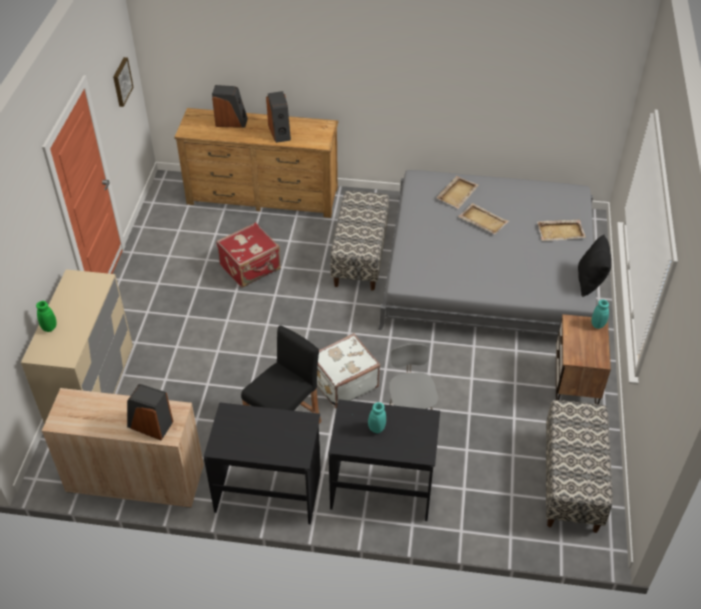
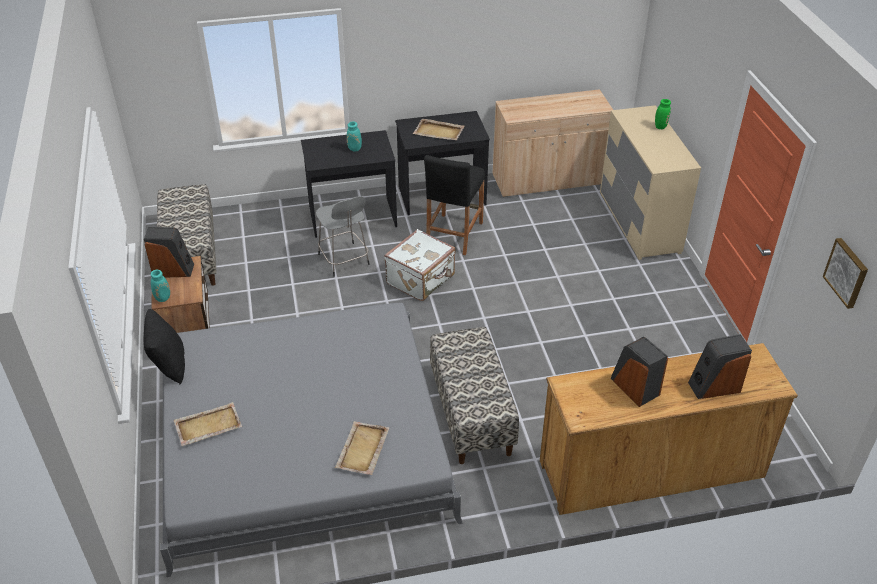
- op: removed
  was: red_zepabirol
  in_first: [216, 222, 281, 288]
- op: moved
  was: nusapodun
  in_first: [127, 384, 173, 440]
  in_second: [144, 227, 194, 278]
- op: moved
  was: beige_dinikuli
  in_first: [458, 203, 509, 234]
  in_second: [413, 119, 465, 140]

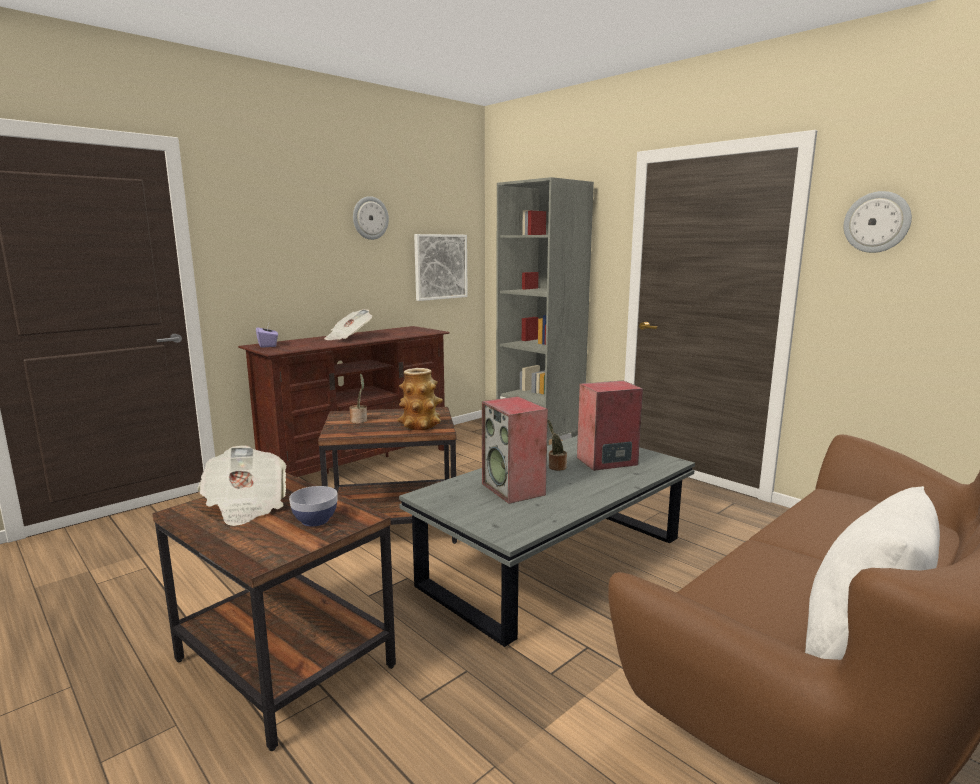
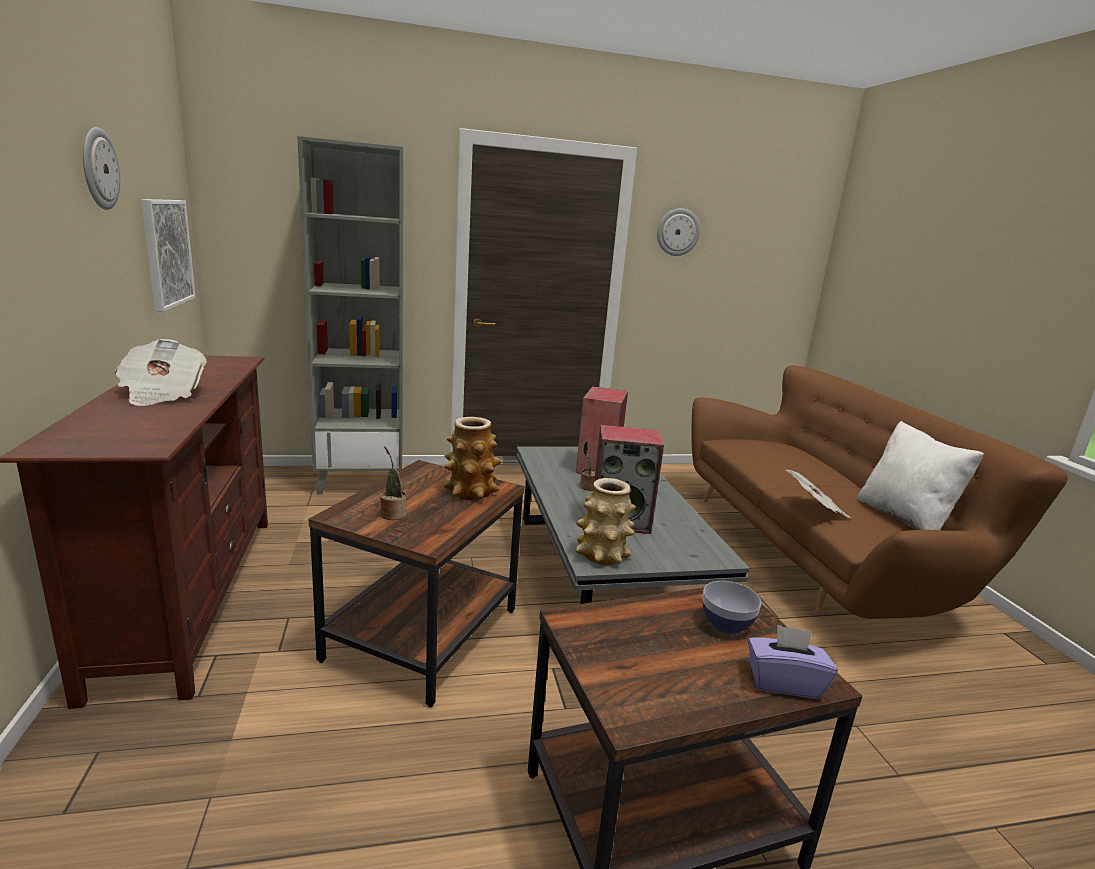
- op: added
  now: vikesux
  in_second: [576, 478, 636, 565]
- op: moved
  was: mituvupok
  in_first: [197, 446, 286, 526]
  in_second: [785, 469, 851, 518]
- op: moved
  was: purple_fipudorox
  in_first: [256, 324, 278, 348]
  in_second: [748, 625, 838, 699]

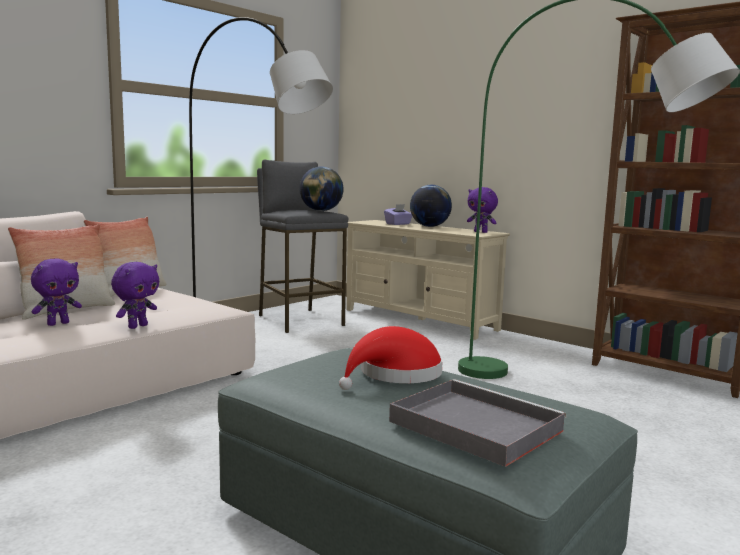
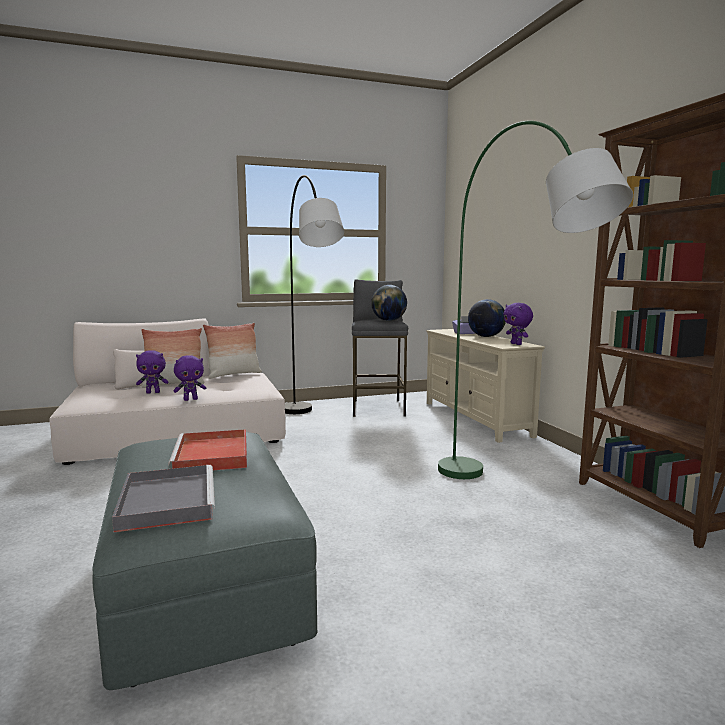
- op: replaced
  was: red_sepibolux
  now: red_dinikuli
  in_first: [339, 326, 443, 390]
  in_second: [168, 429, 247, 470]

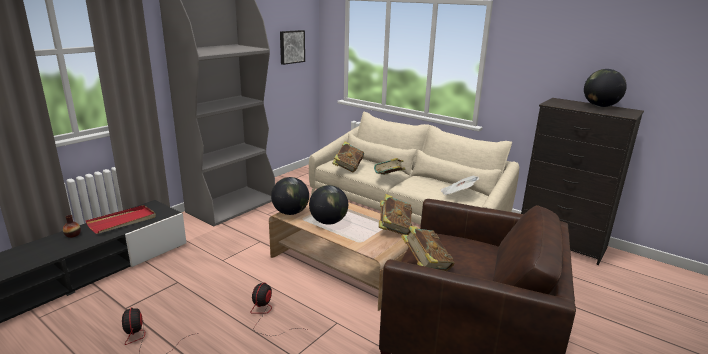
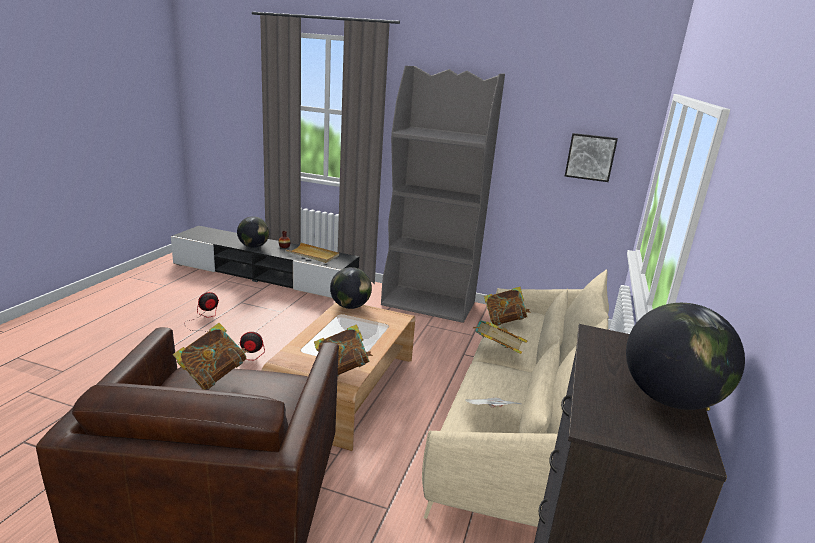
- op: moved
  was: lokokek
  in_first: [309, 185, 348, 225]
  in_second: [237, 216, 270, 248]
- op: recoloured
  was: red_dinikuli
  now: beige_dinikuli
  in_first: [86, 205, 156, 234]
  in_second: [286, 243, 339, 263]

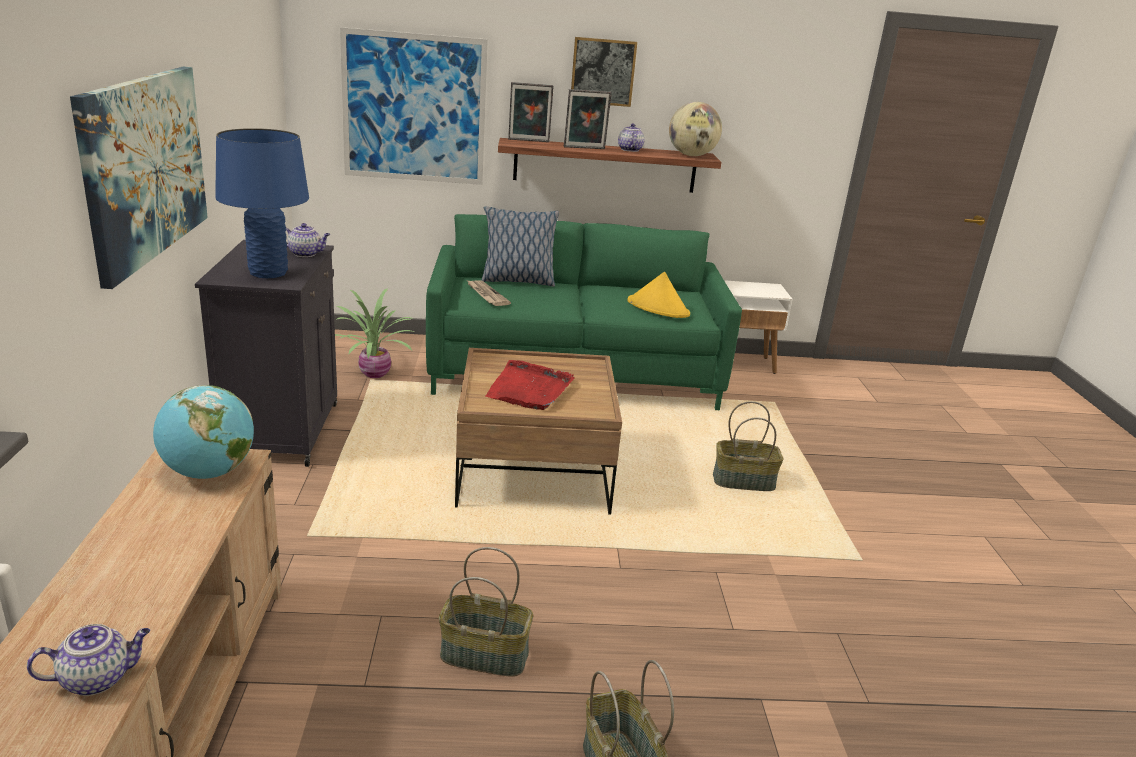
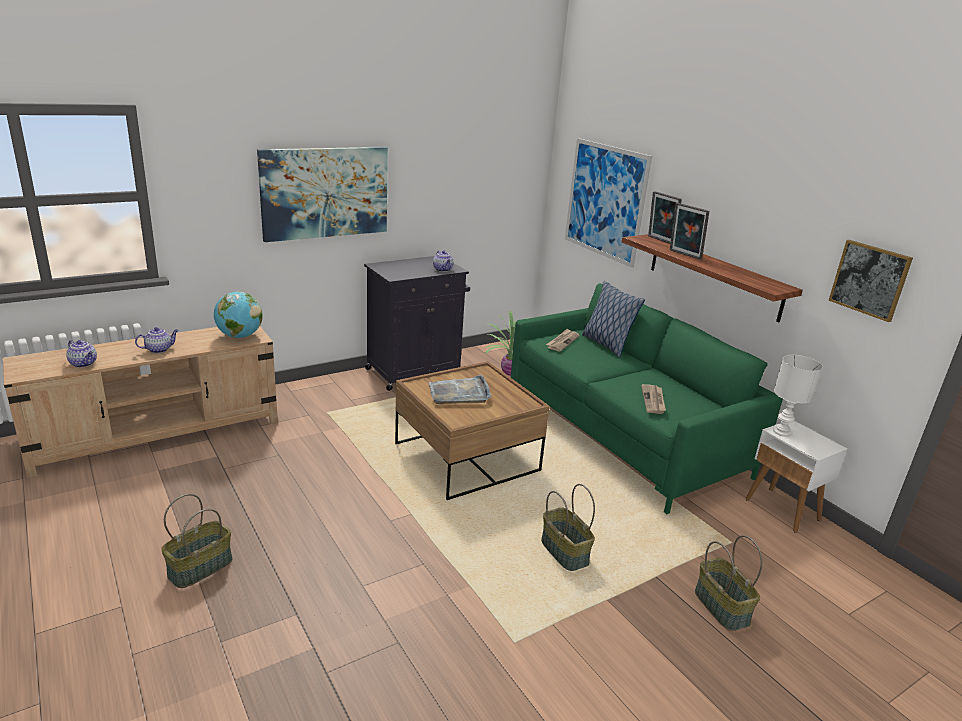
- op: removed
  was: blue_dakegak
  in_first: [215, 128, 309, 278]
- op: removed
  was: lokokek
  in_first: [669, 102, 722, 156]
- op: added
  now: white_dakegak
  in_second: [773, 355, 823, 437]
- op: moved
  was: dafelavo
  in_first: [439, 547, 533, 677]
  in_second: [695, 535, 763, 631]
- op: moved
  was: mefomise
  in_first: [571, 37, 637, 107]
  in_second: [829, 240, 913, 322]
- op: moved
  was: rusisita
  in_first: [618, 124, 645, 152]
  in_second: [135, 327, 179, 353]
- op: replaced
  was: yellow_sepibolux
  now: mituvupok
  in_first: [627, 272, 690, 318]
  in_second: [641, 384, 666, 414]
- op: recoloured
  was: red_dinikuli
  now: grey_dinikuli
  in_first: [485, 360, 575, 410]
  in_second: [428, 375, 491, 404]

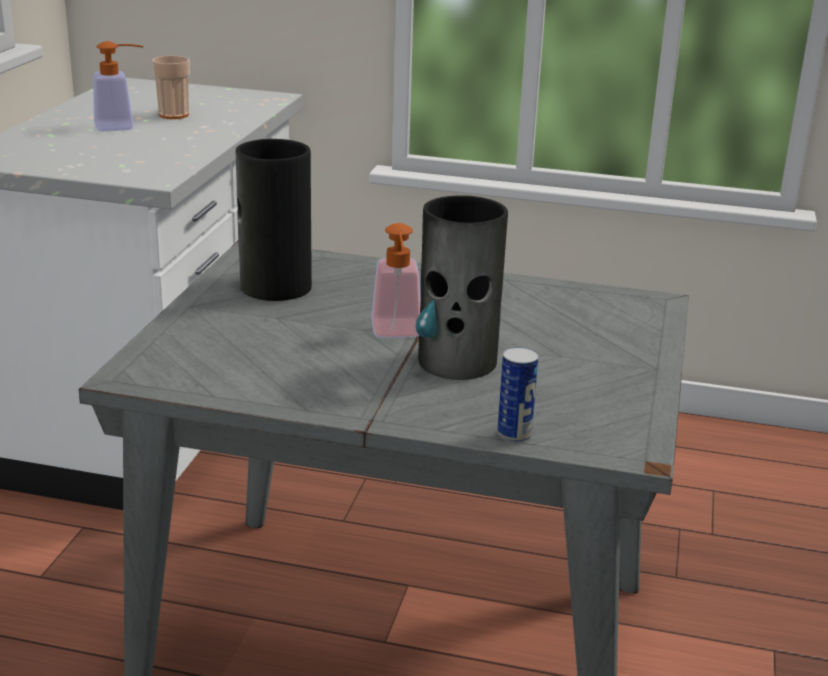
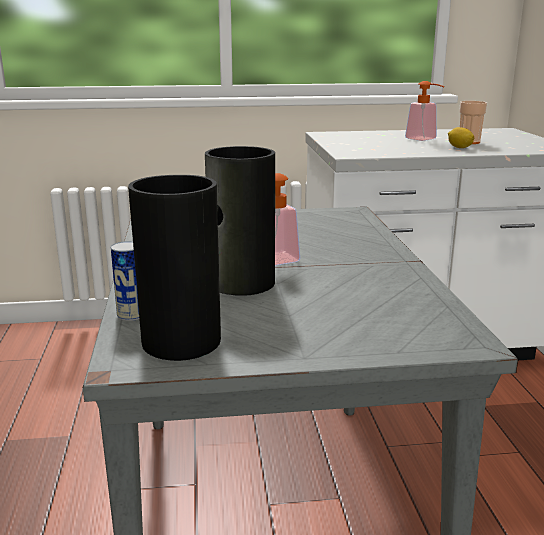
- op: added
  now: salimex
  in_second: [448, 127, 474, 148]
- op: moved
  was: vikesux
  in_first: [236, 139, 312, 301]
  in_second: [128, 175, 221, 361]

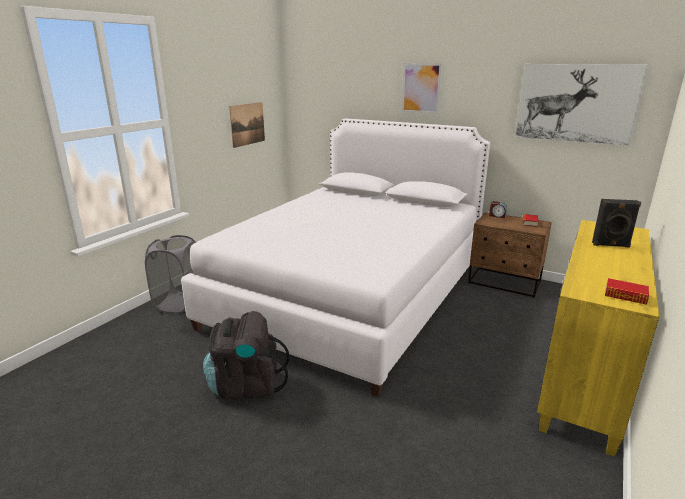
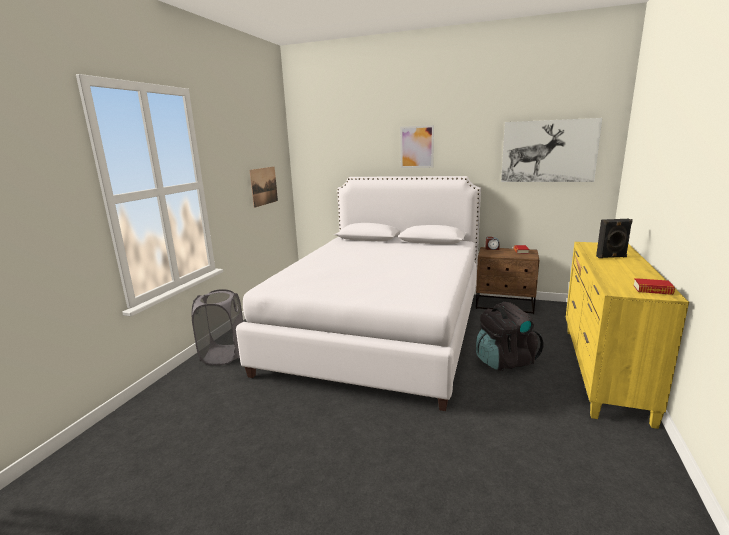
- op: moved
  was: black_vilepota
  in_first: [203, 311, 289, 400]
  in_second: [476, 302, 544, 371]

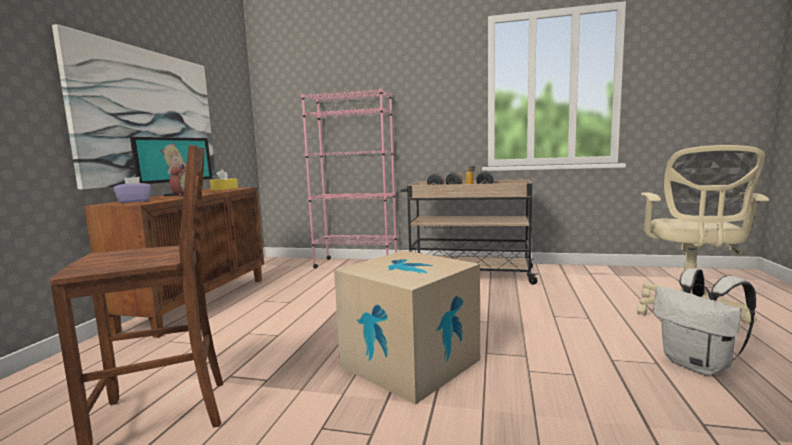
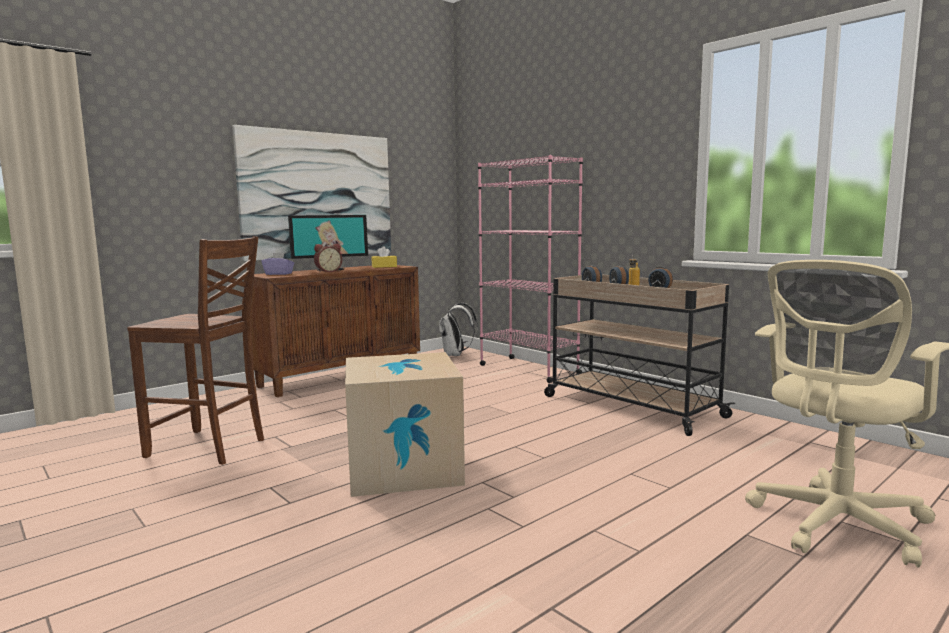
- op: moved
  was: white_vilepota
  in_first: [653, 268, 756, 376]
  in_second: [439, 303, 478, 356]

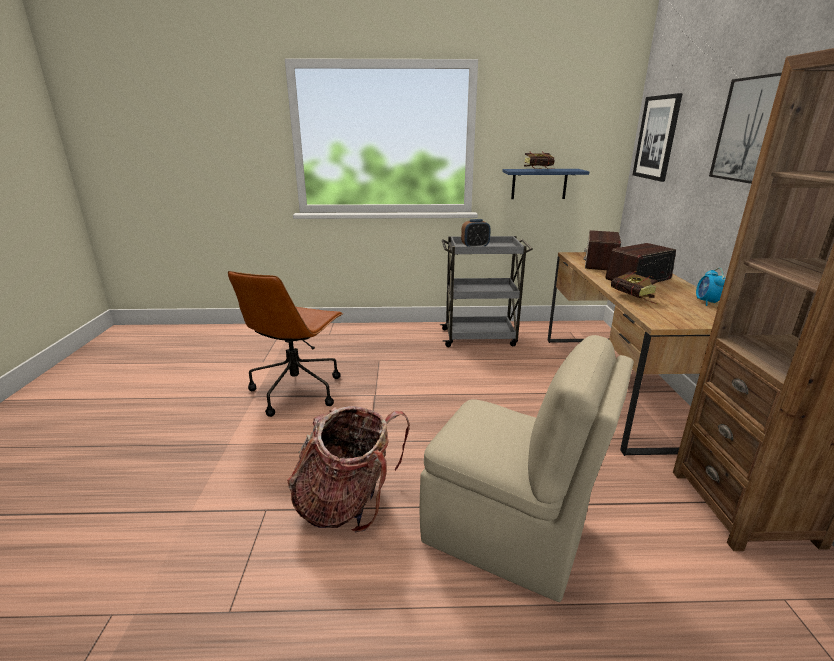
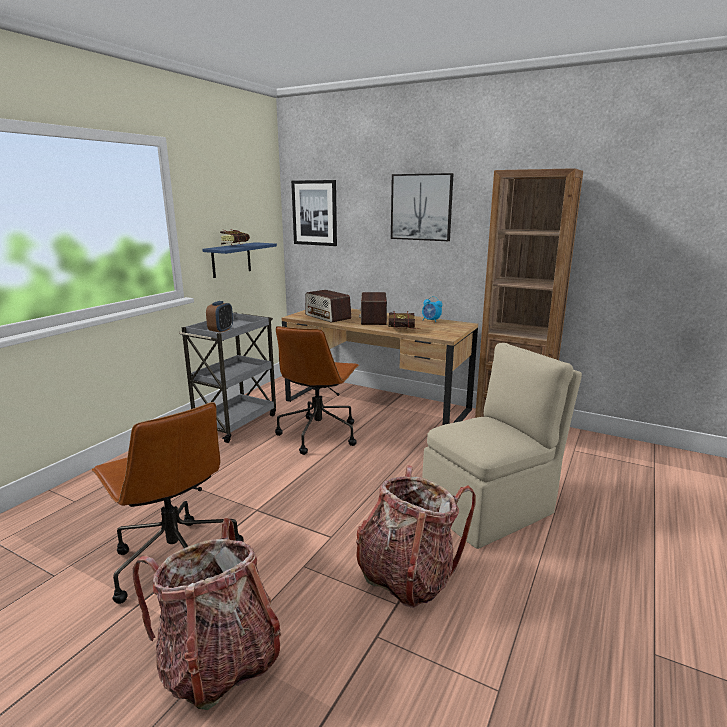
- op: added
  now: vilepota
  in_second: [133, 518, 281, 710]
- op: added
  now: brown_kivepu
  in_second: [275, 326, 359, 455]

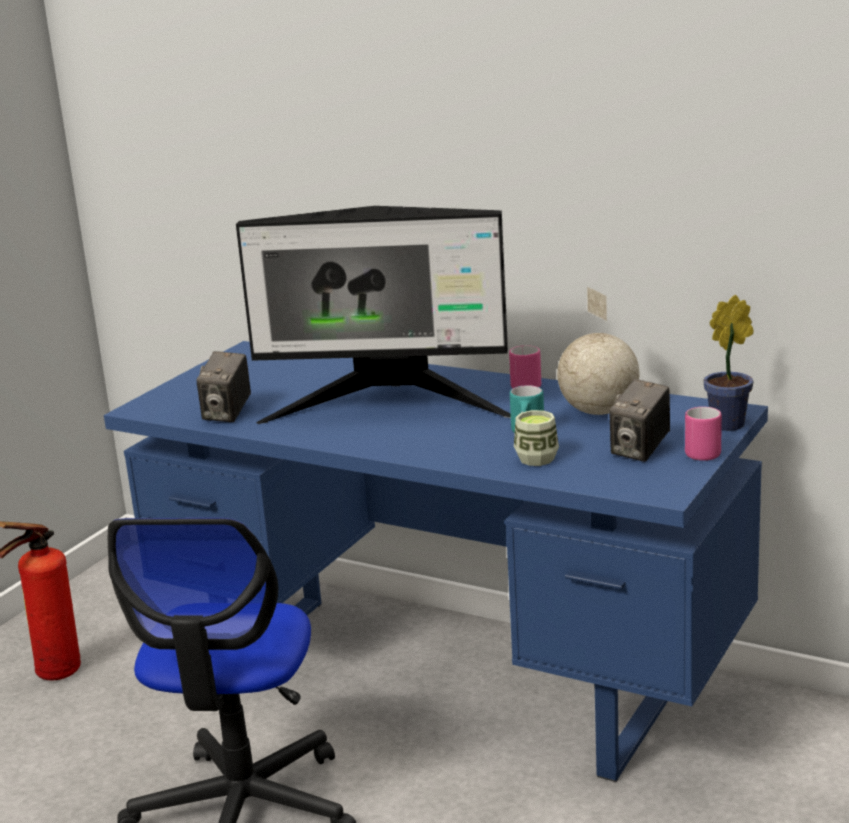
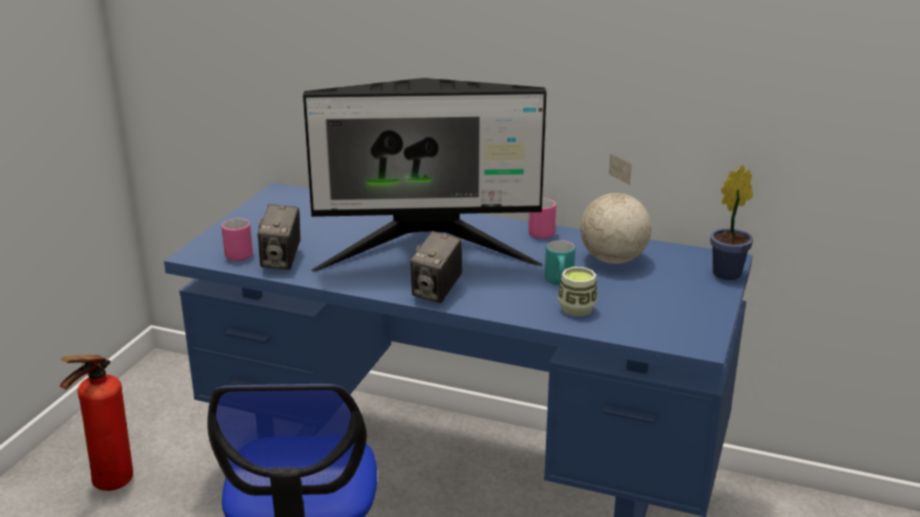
- op: moved
  was: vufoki
  in_first: [609, 379, 670, 462]
  in_second: [410, 231, 462, 303]
- op: moved
  was: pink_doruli
  in_first: [685, 407, 722, 461]
  in_second: [221, 218, 253, 261]

